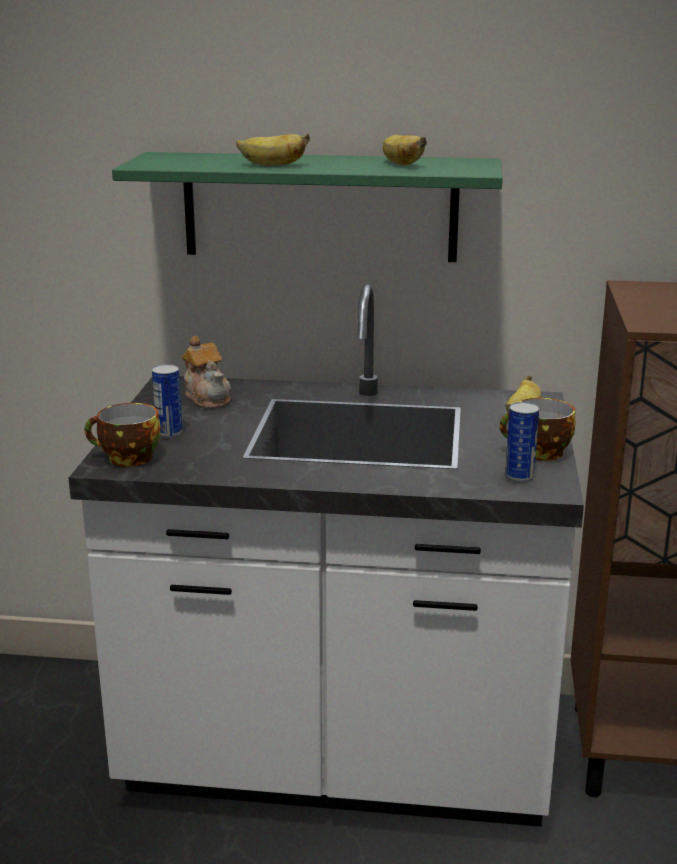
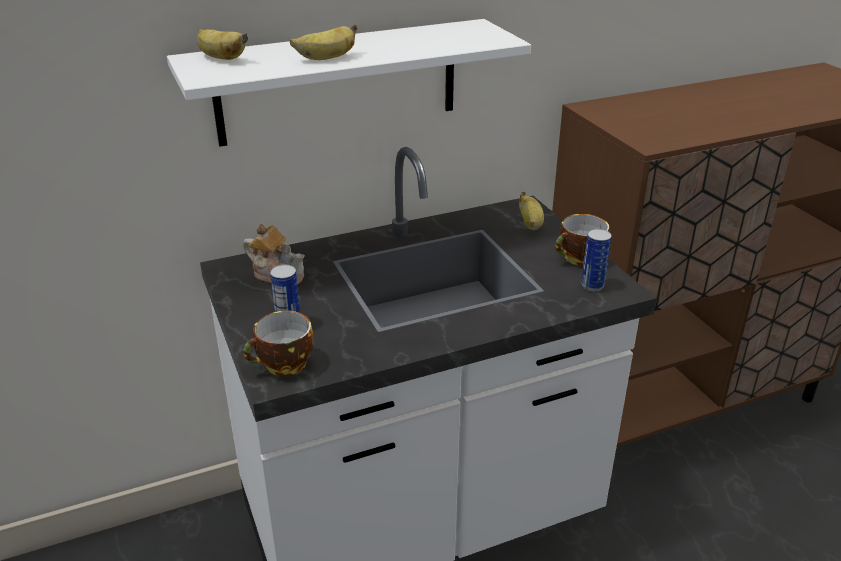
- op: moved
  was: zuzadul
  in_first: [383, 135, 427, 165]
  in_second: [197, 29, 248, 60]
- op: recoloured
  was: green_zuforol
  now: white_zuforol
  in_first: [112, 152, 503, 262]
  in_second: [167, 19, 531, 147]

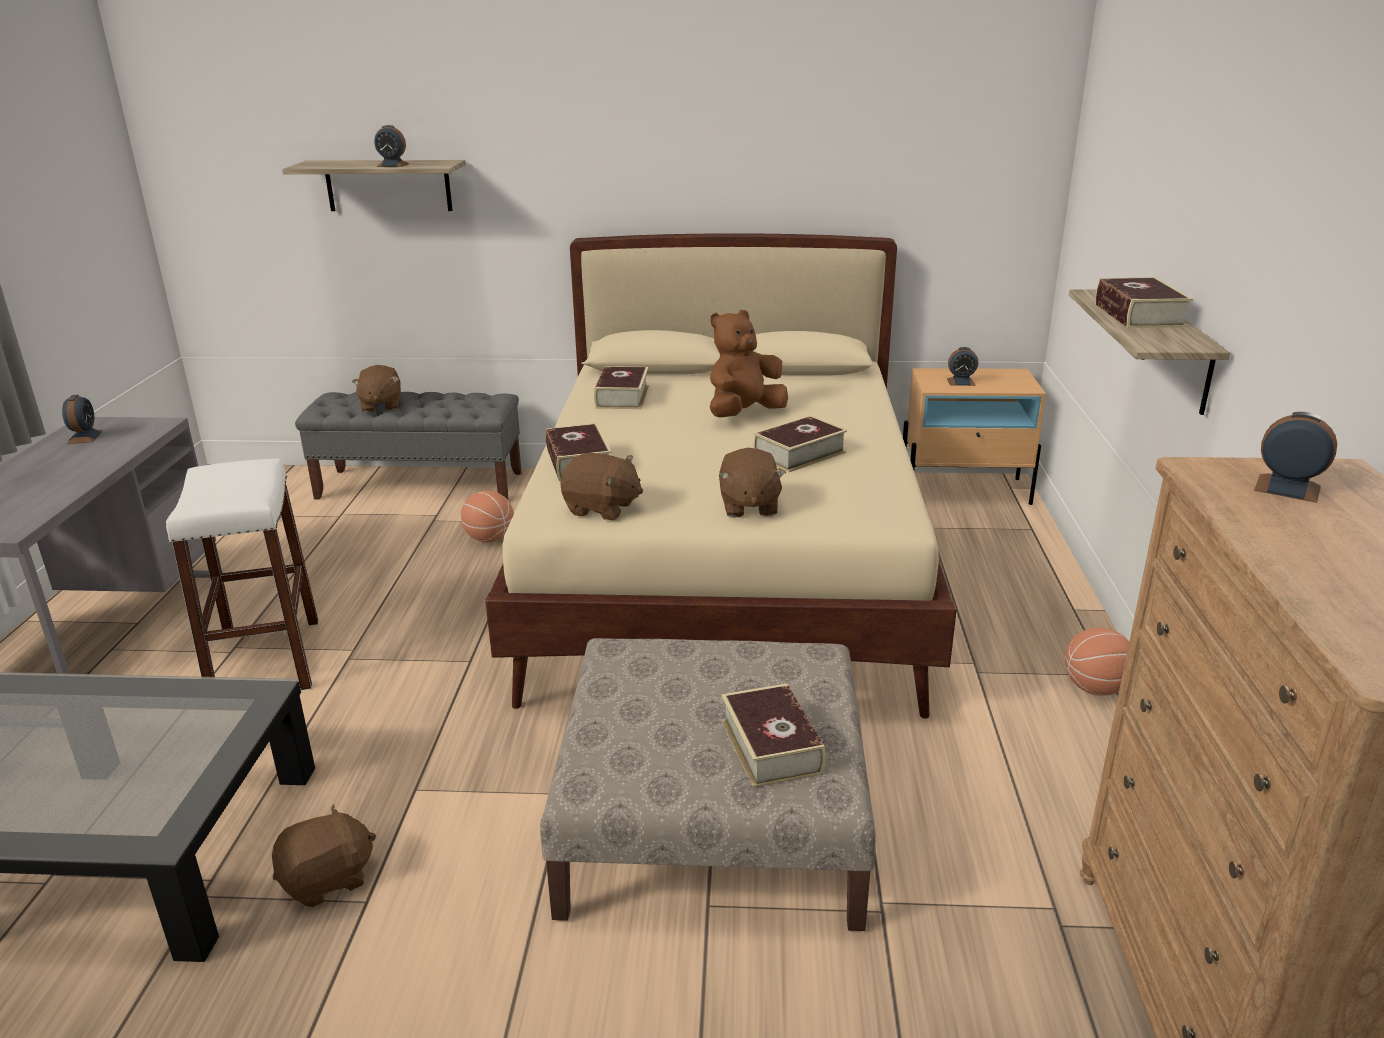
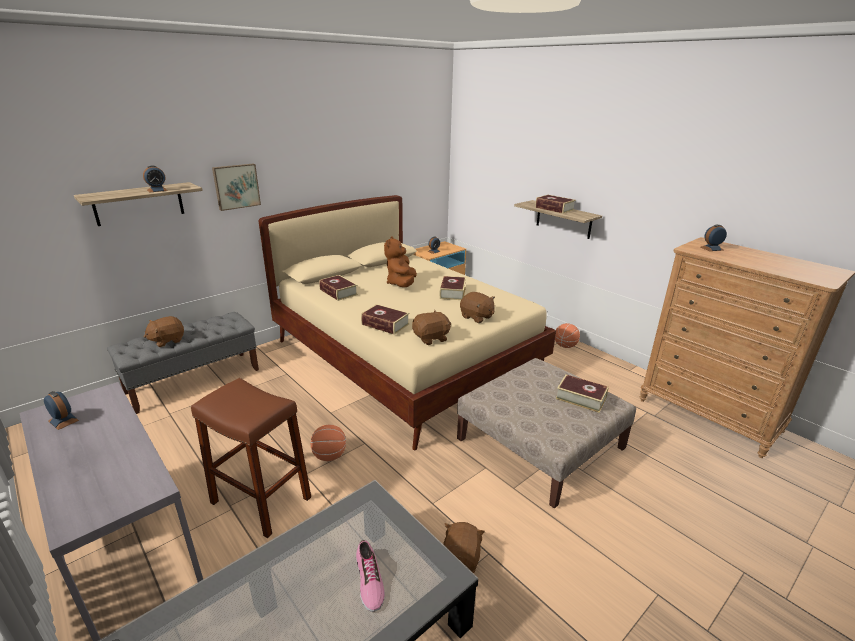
- op: added
  now: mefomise
  in_second: [212, 164, 261, 211]
- op: added
  now: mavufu
  in_second: [356, 540, 385, 612]
- op: moved
  was: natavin
  in_first: [461, 491, 514, 542]
  in_second: [310, 425, 346, 461]
- op: recoloured
  was: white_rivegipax
  now: brown_rivegipax
  in_first: [166, 459, 318, 690]
  in_second: [191, 378, 311, 538]
- op: turned
  was: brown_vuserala
  in_first: [352, 365, 401, 412]
  in_second: [143, 316, 184, 347]
  clockwise: 105

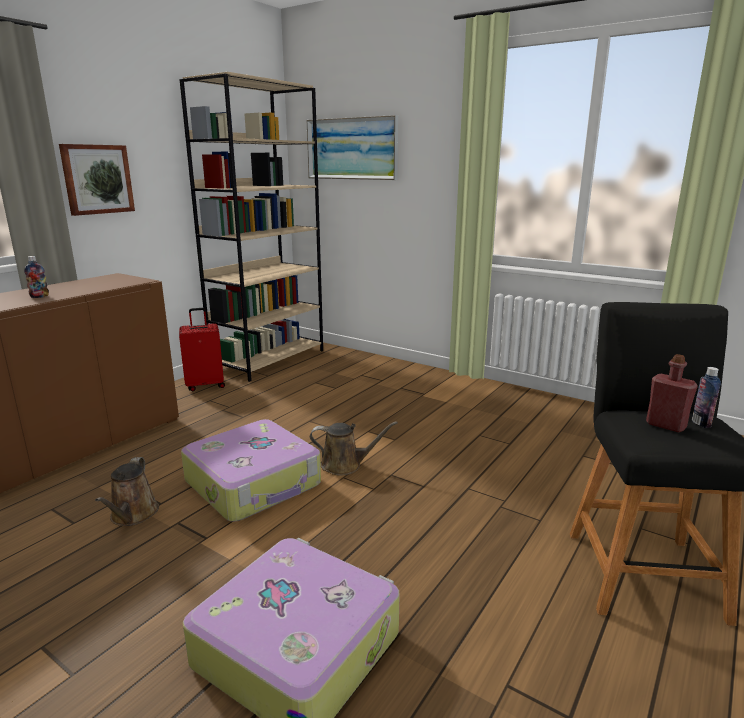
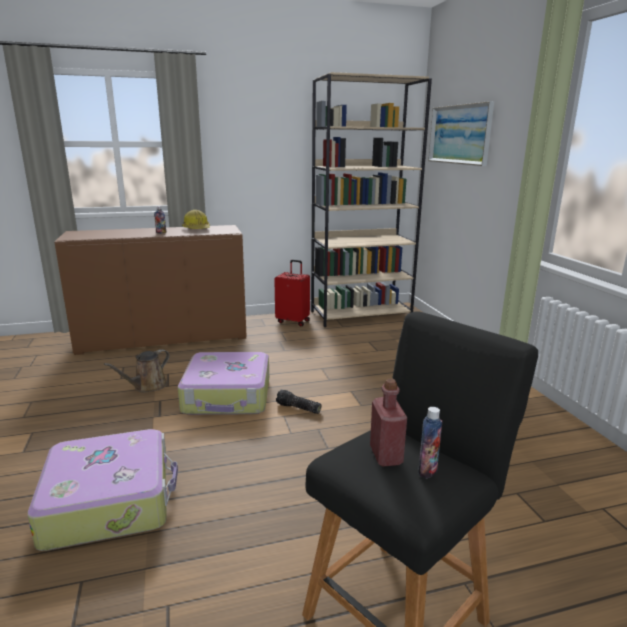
- op: removed
  was: mefomise
  in_first: [59, 144, 135, 216]
- op: added
  now: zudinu
  in_second: [182, 210, 210, 229]
- op: replaced
  was: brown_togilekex
  now: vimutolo
  in_first: [310, 421, 398, 476]
  in_second: [276, 389, 321, 414]

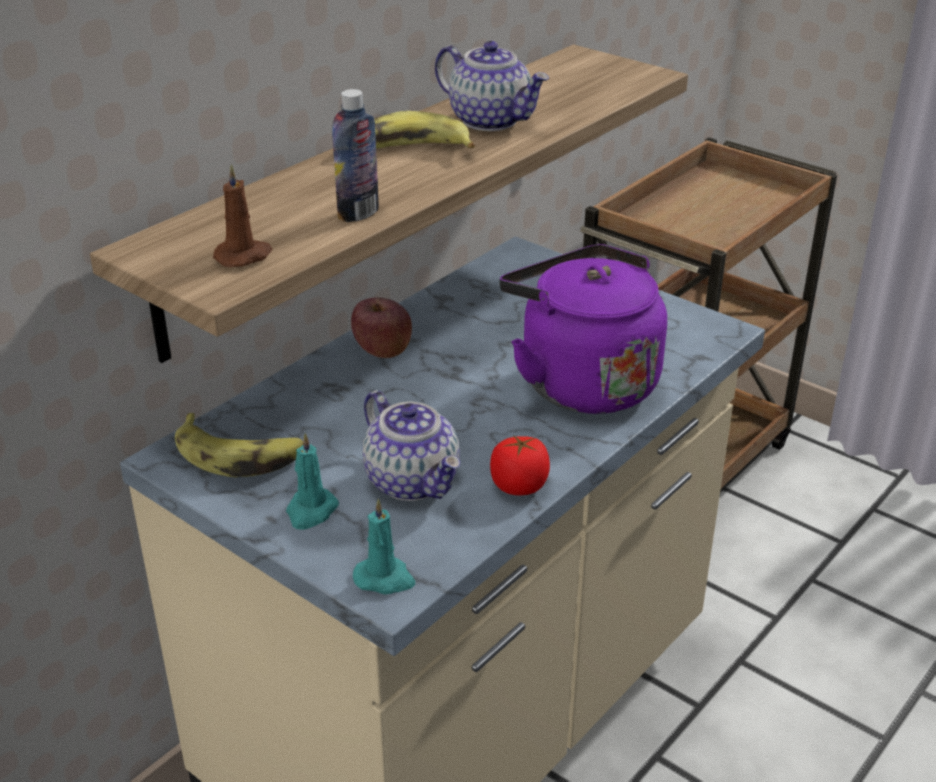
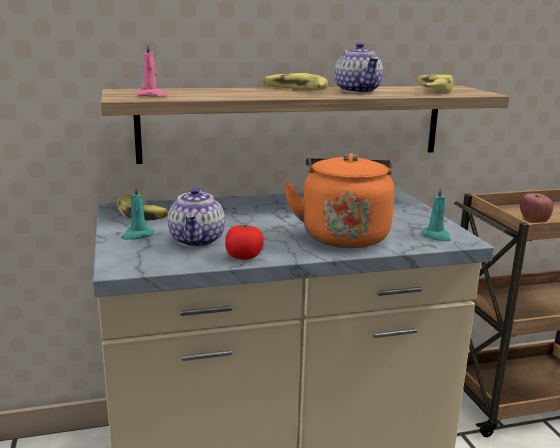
- op: removed
  was: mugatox
  in_first: [332, 89, 379, 222]
- op: added
  now: zuzadul
  in_second: [416, 74, 454, 92]
- op: moved
  was: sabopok
  in_first: [351, 297, 412, 358]
  in_second: [520, 193, 553, 223]
- op: moved
  was: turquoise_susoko
  in_first: [353, 498, 415, 594]
  in_second: [421, 186, 451, 241]
- op: recoloured
  was: brown_susoko
  now: pink_susoko
  in_first: [213, 164, 273, 267]
  in_second: [135, 42, 168, 97]
- op: recoloured
  was: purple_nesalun
  now: orange_nesalun
  in_first: [500, 244, 667, 414]
  in_second: [284, 153, 395, 248]

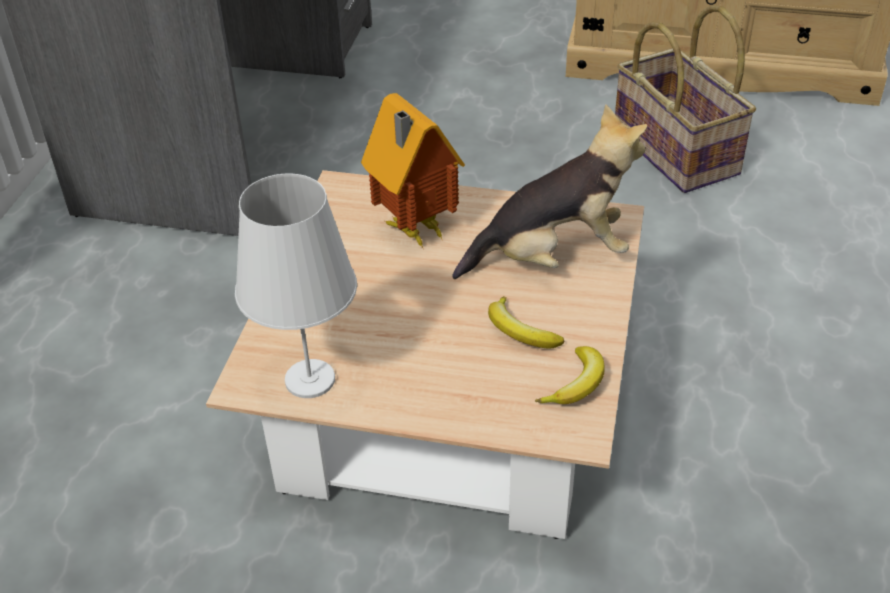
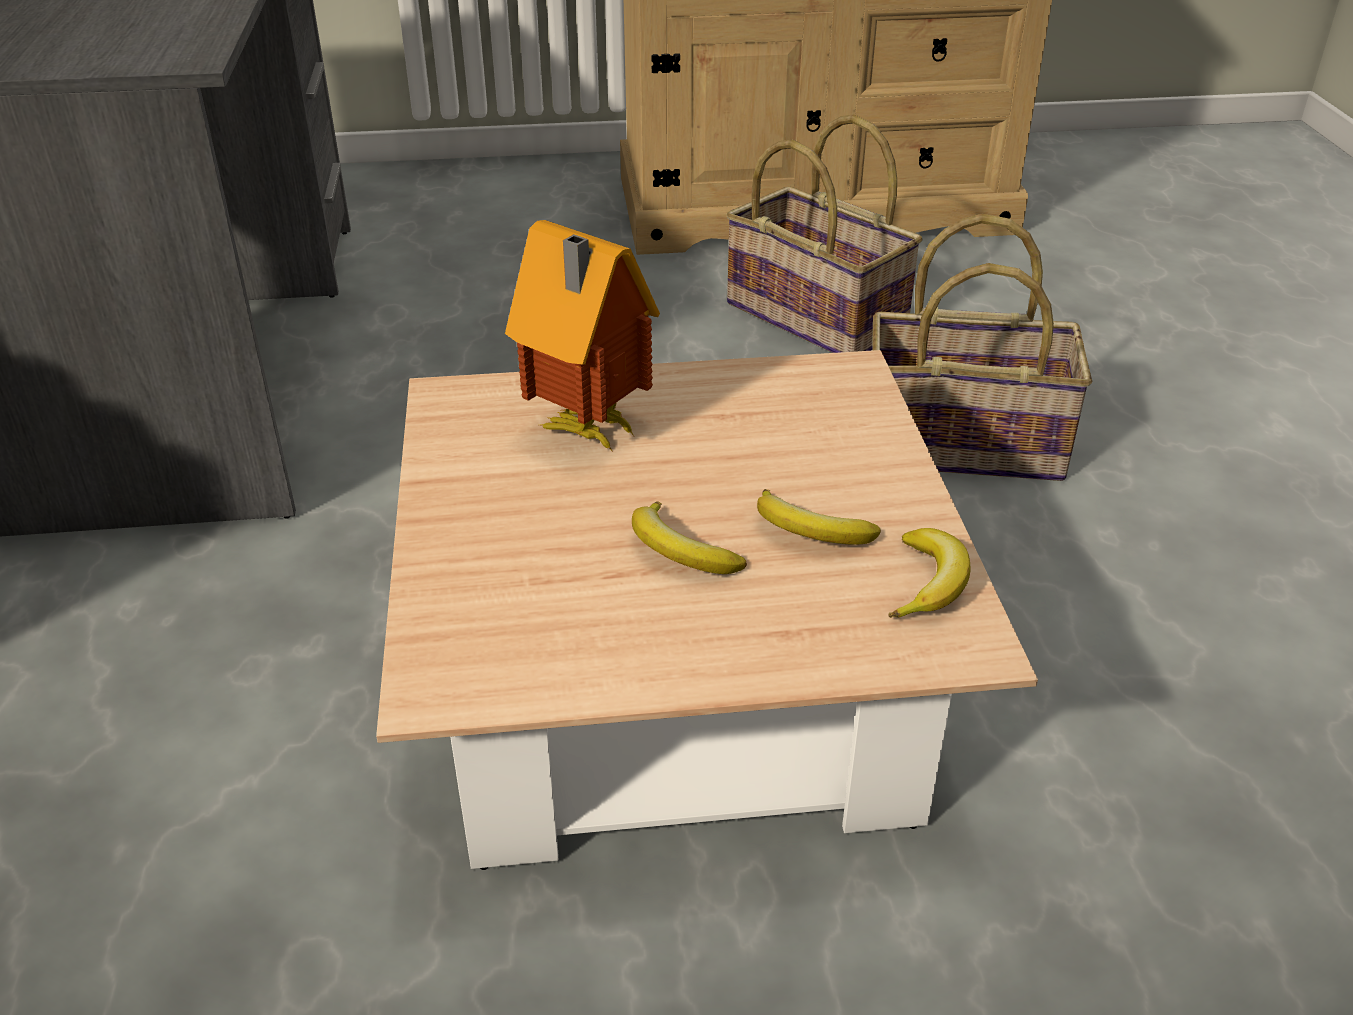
- op: removed
  was: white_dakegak
  in_first: [235, 174, 357, 398]
- op: removed
  was: vuserala
  in_first: [452, 104, 647, 279]
- op: added
  now: zuzadul
  in_second: [632, 501, 747, 574]
- op: added
  now: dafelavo
  in_second: [872, 213, 1092, 481]

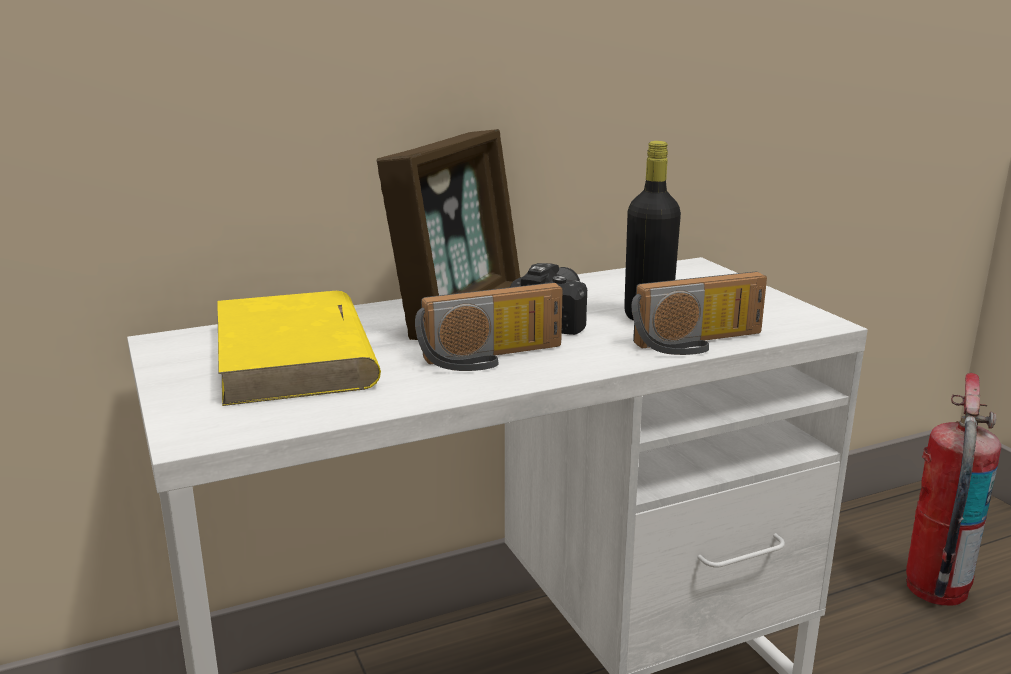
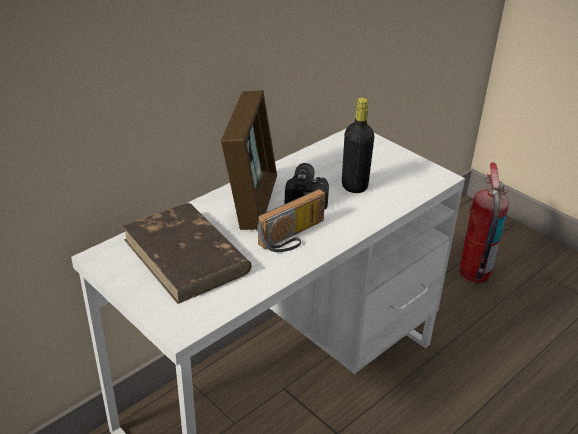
- op: removed
  was: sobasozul
  in_first: [631, 272, 767, 355]
- op: recoloured
  was: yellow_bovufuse
  now: brown_bovufuse
  in_first: [218, 291, 381, 406]
  in_second: [123, 203, 252, 304]

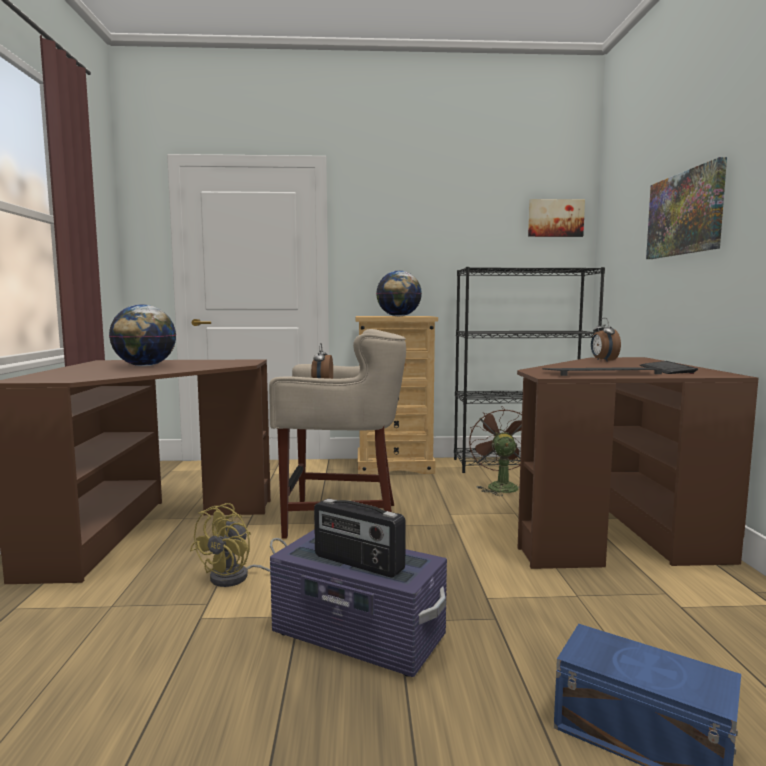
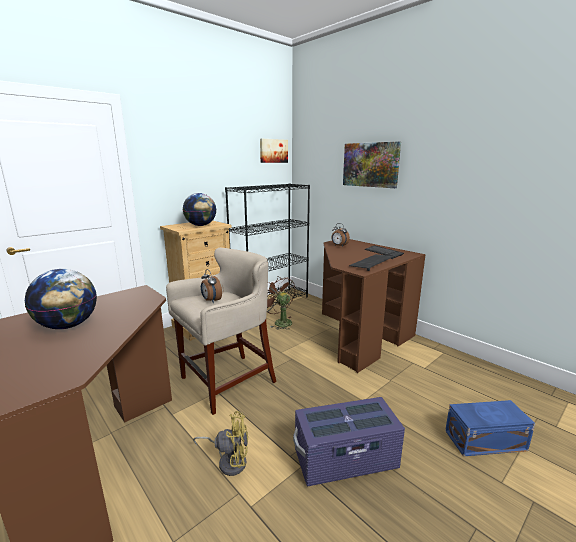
- op: removed
  was: sobasozul
  in_first: [314, 498, 406, 577]
- op: turned
  was: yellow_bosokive
  in_first: [190, 503, 287, 587]
  in_second: [193, 411, 248, 476]
  clockwise: -75

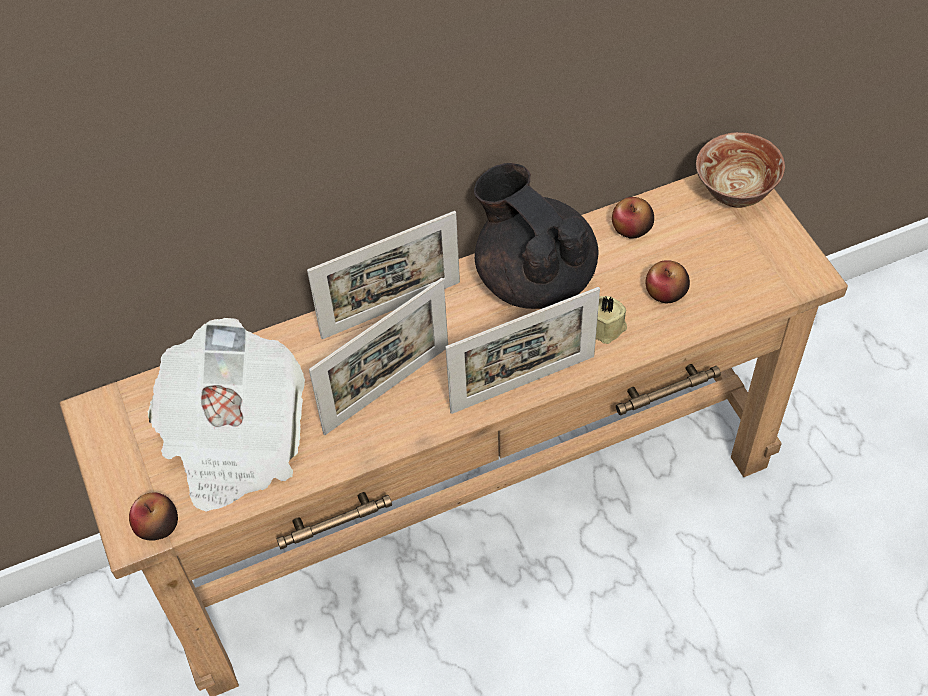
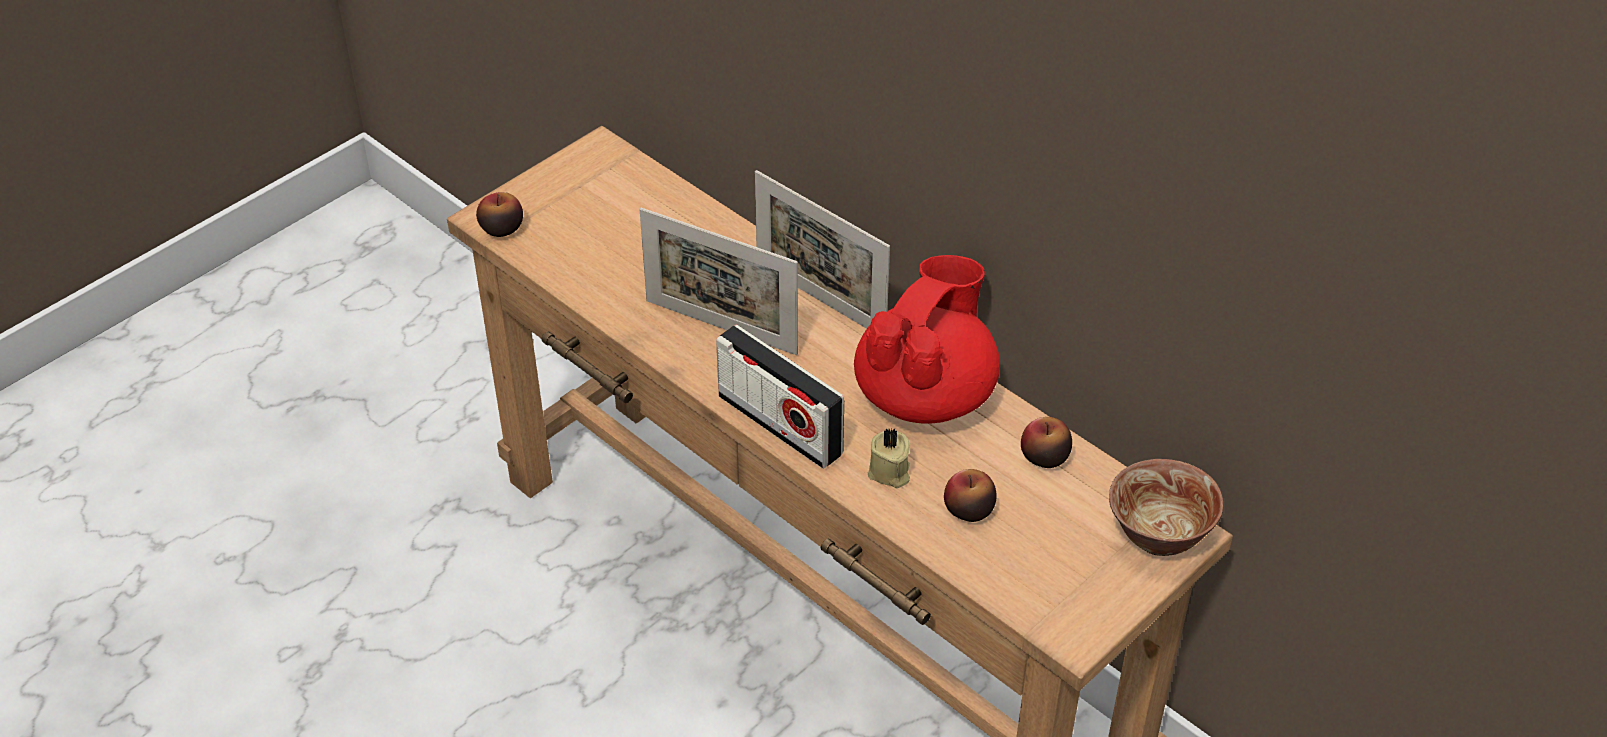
- op: removed
  was: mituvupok
  in_first: [147, 318, 305, 512]
- op: replaced
  was: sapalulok
  now: sobasozul
  in_first: [445, 287, 600, 414]
  in_second: [716, 325, 844, 469]
- op: recoloured
  was: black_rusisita
  now: red_rusisita
  in_first: [474, 163, 599, 309]
  in_second: [854, 255, 1000, 424]

